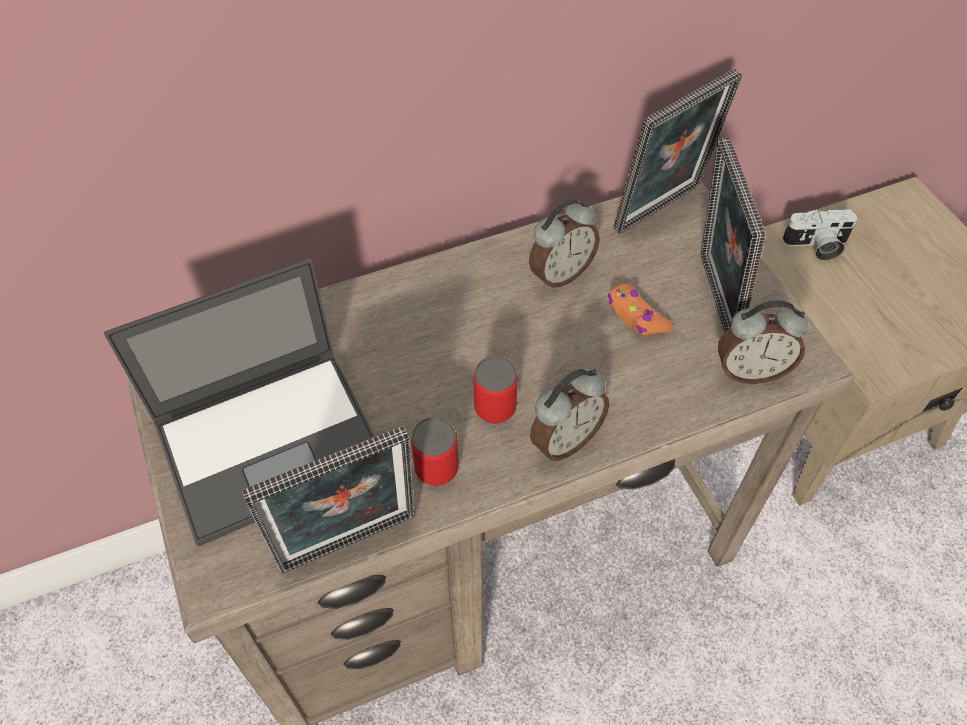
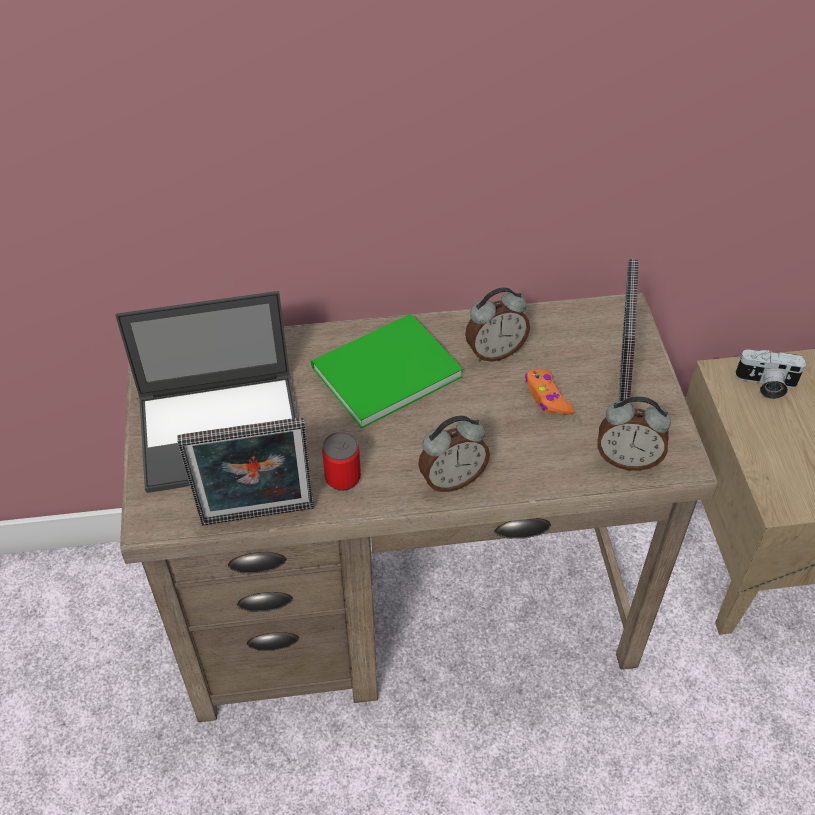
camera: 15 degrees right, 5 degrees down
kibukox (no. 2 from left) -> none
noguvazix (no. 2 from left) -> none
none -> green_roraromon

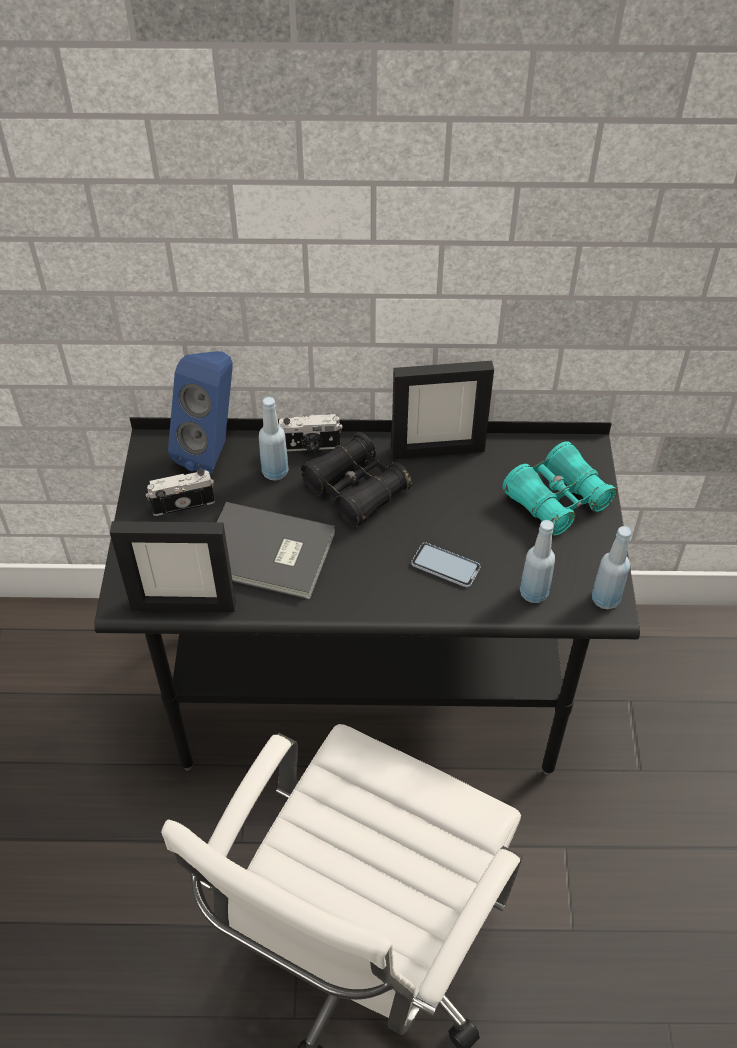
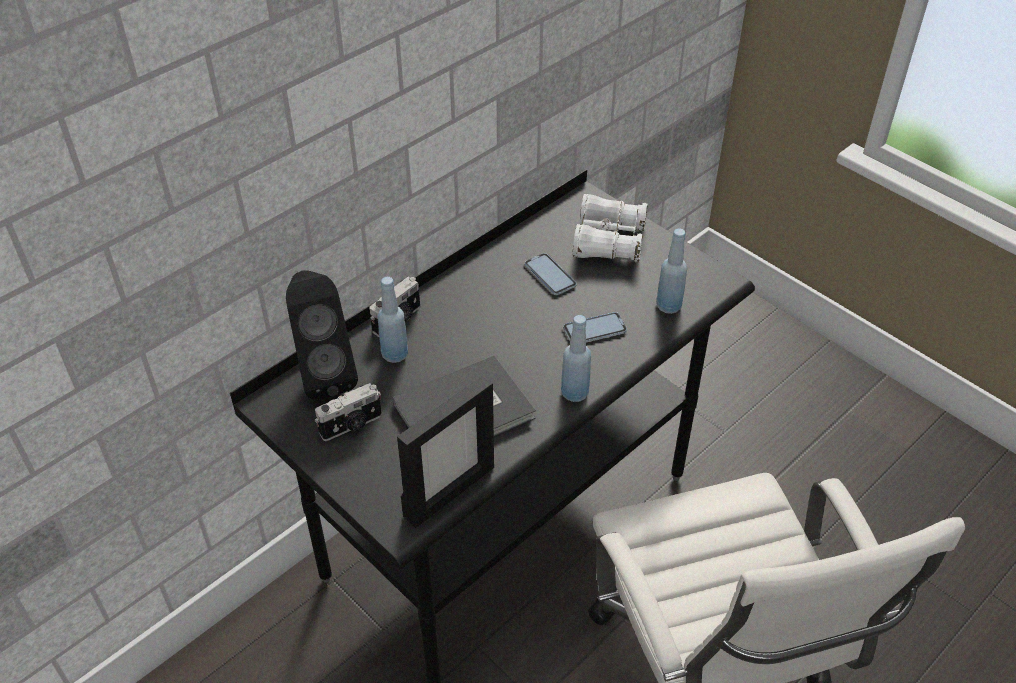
camera: 45 degrees left, 5 degrees down
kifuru (no. 1 from left), 150 degrees counterclockwise
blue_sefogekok -> black_sefogekok
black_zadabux -> none
noguvazix (no. 2 from left) -> none
turquoise_zadabux -> white_zadabux
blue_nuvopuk (no. 3 from left in the first image) -> blue_nuvopuk (no. 2 from left), relocated
none -> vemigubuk (no. 1 from left)

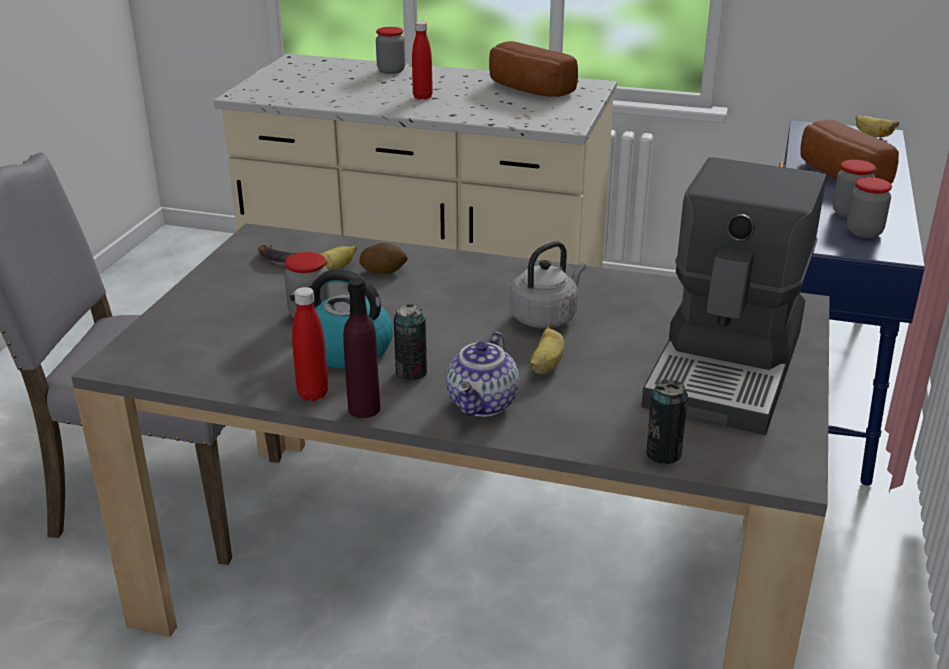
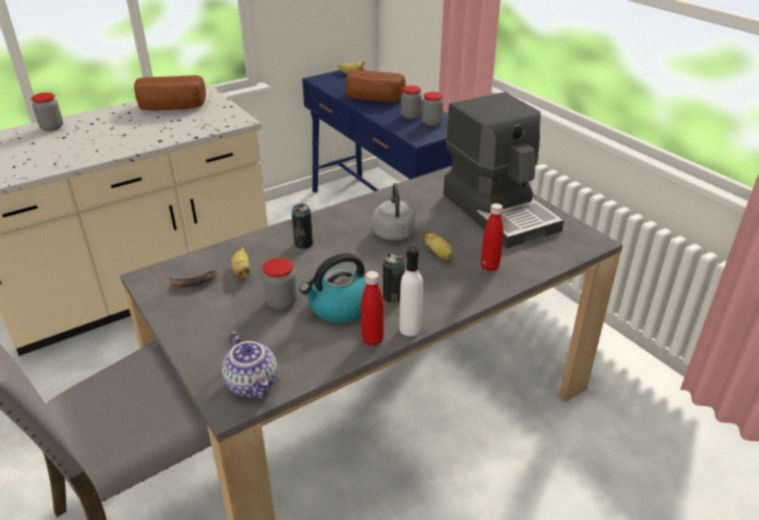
camera: 50 degrees left, 5 degrees up
purple_nuvopuk -> white_nuvopuk
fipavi -> none
red_nuvopuk (no. 2 from left), relocated
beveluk, relocated
kibukox (no. 2 from left in the first image) -> kibukox (no. 1 from left), relocated

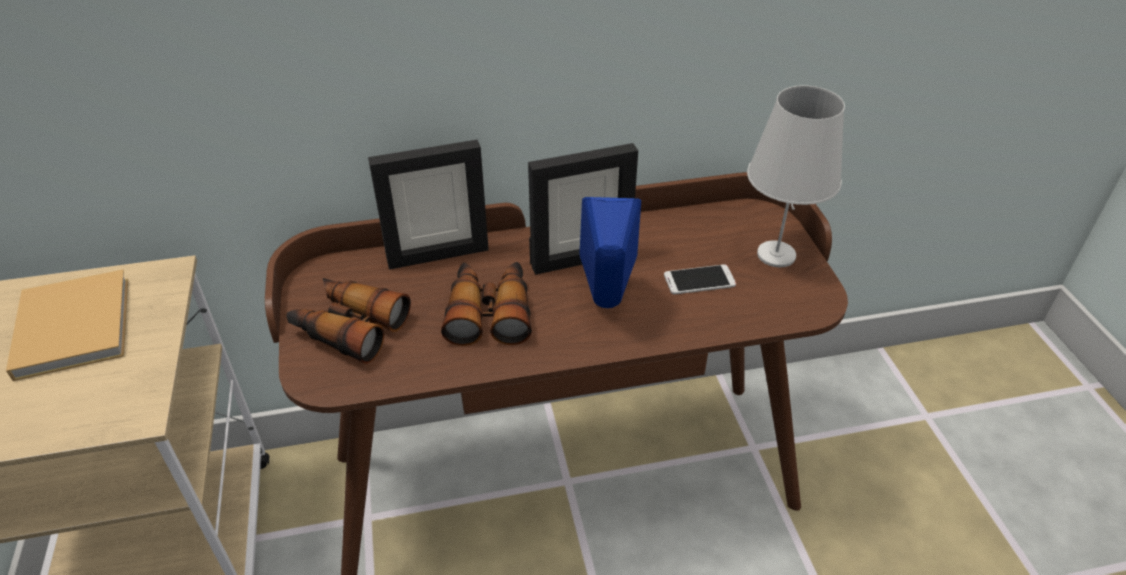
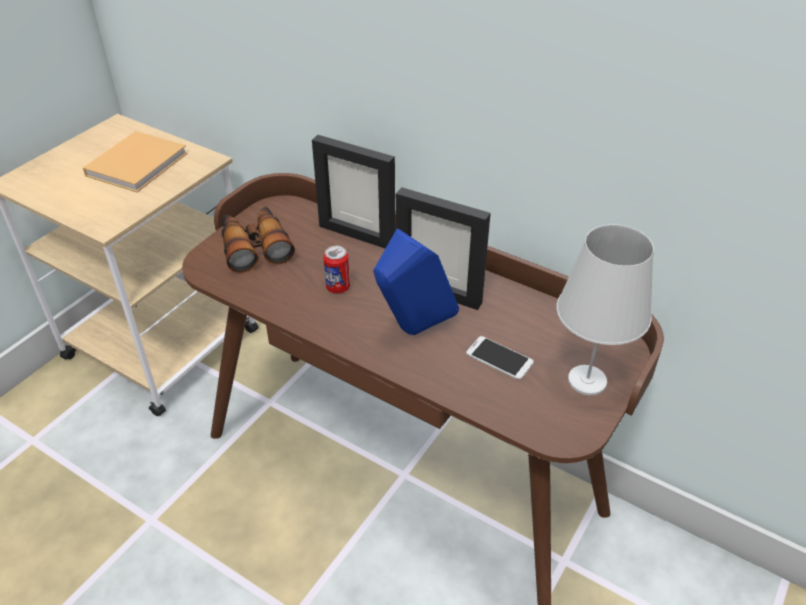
camera: 45 degrees right, 0 degrees up
zadabux (no. 2 from left) -> kibukox

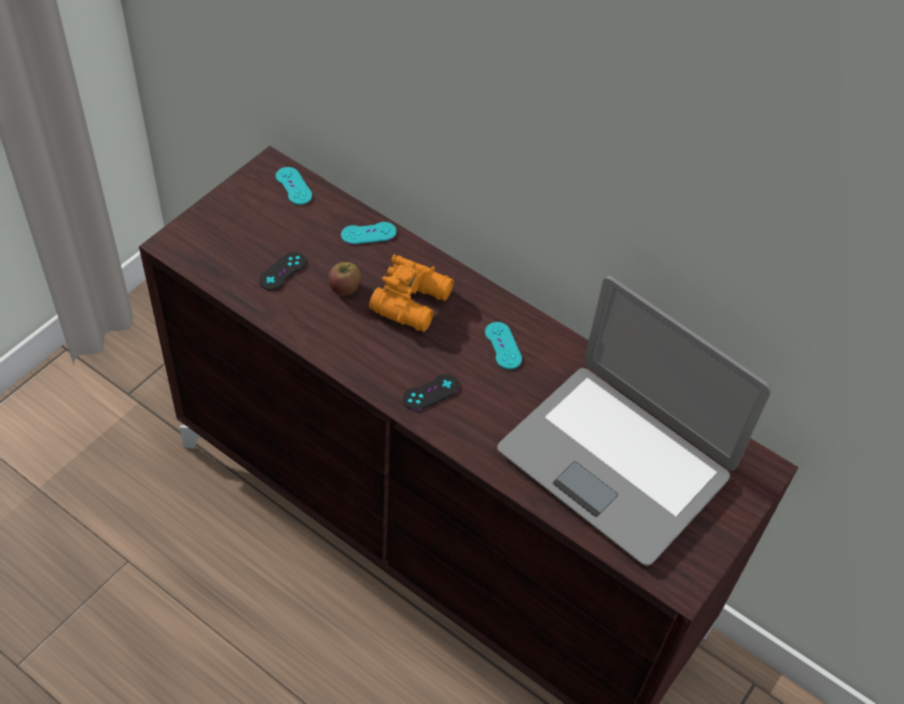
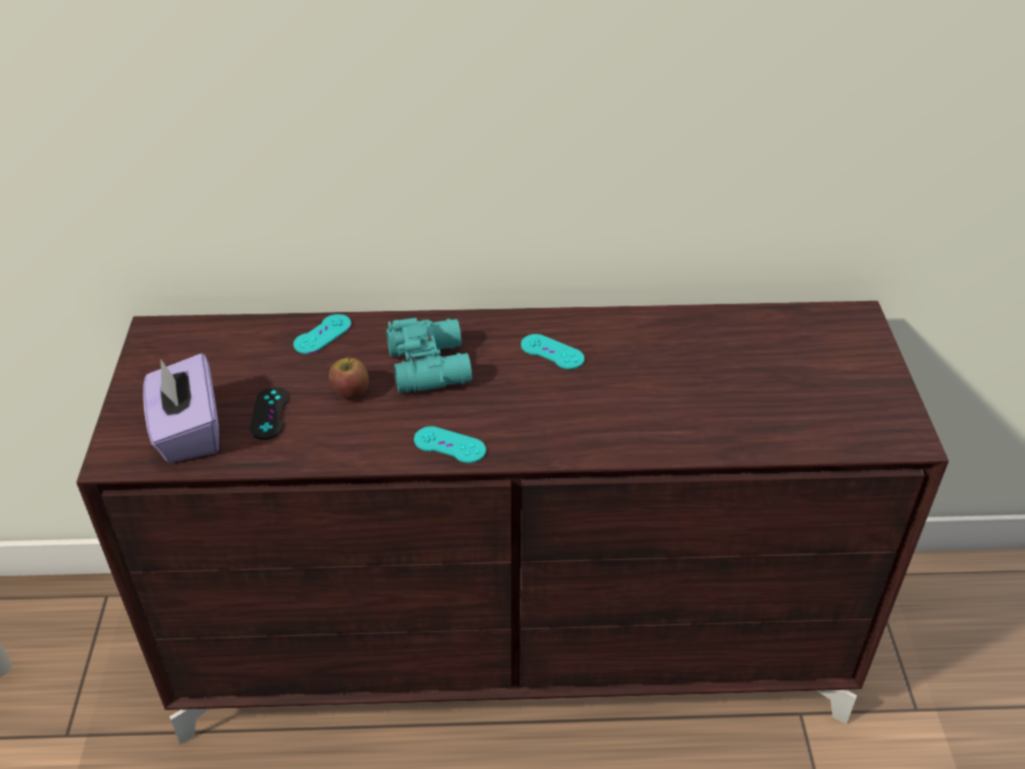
camera: 35 degrees left, 10 degrees down
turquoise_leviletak (no. 1 from left in the first image) -> turquoise_leviletak (no. 2 from left), relocated
orange_zadabux -> turquoise_zadabux
black_leviletak (no. 2 from left) -> none
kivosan -> none
none -> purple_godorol

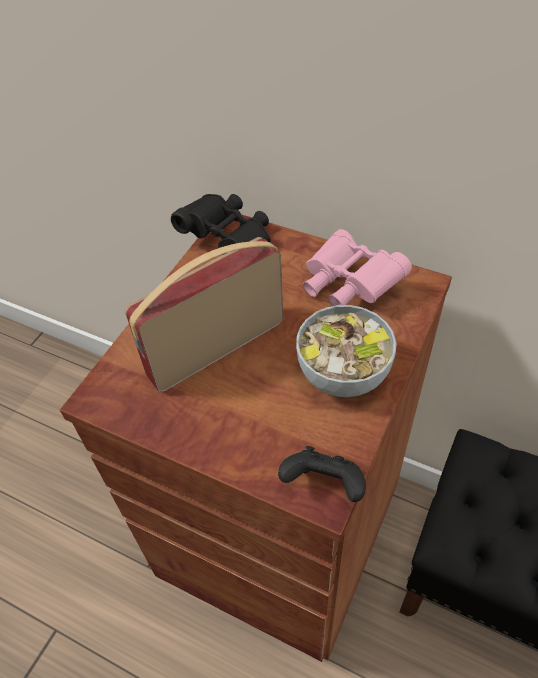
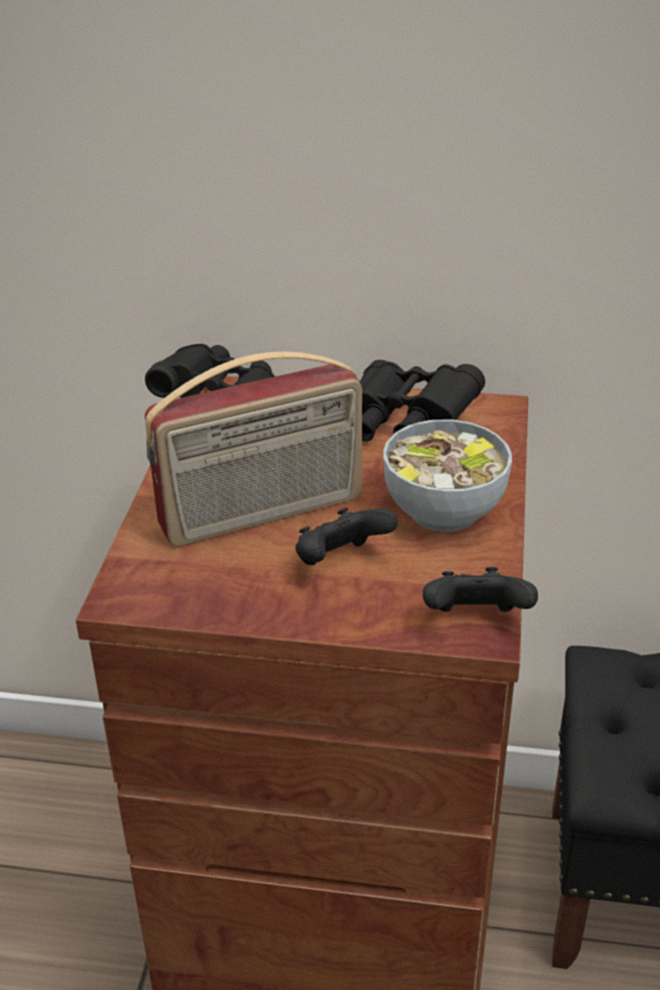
camera: 20 degrees left, 15 degrees down
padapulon, 150 degrees counterclockwise
pink_zadabux -> black_zadabux (no. 2 from left)
none -> black_leviletak (no. 1 from left)

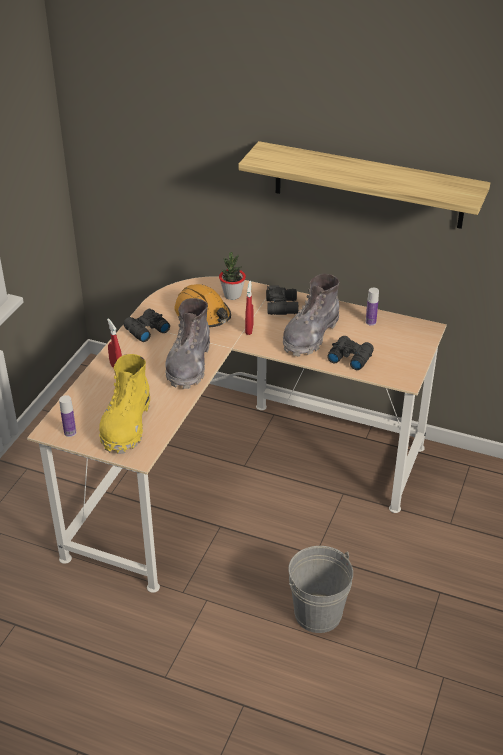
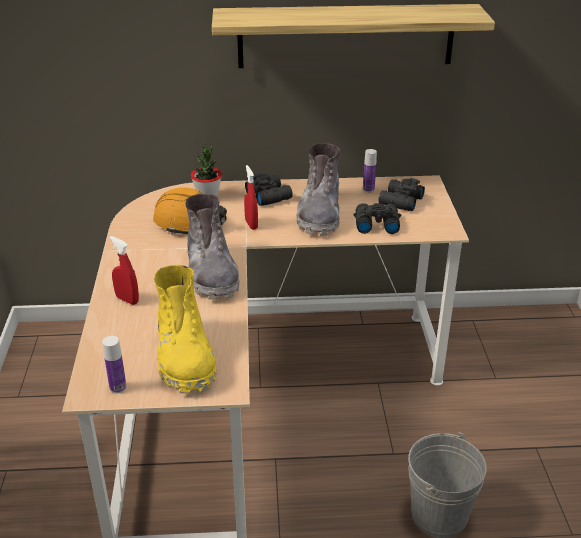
camera: 25 degrees left, 5 degrees down
black_zadabux (no. 1 from left in the first image) -> black_zadabux (no. 3 from left), relocated

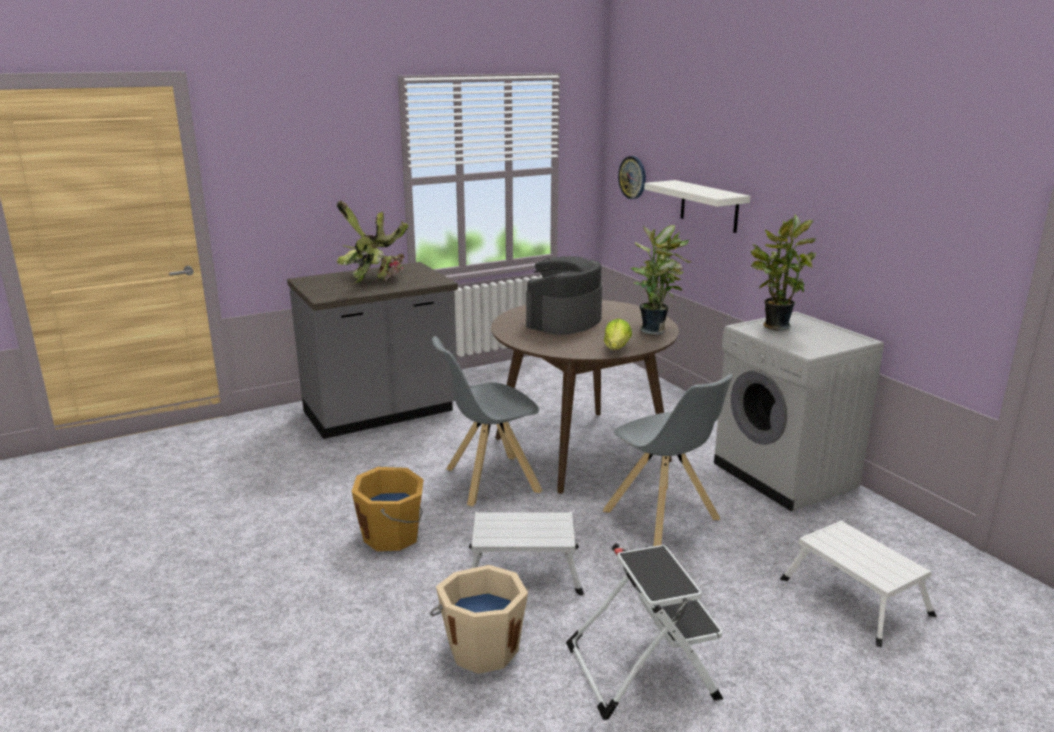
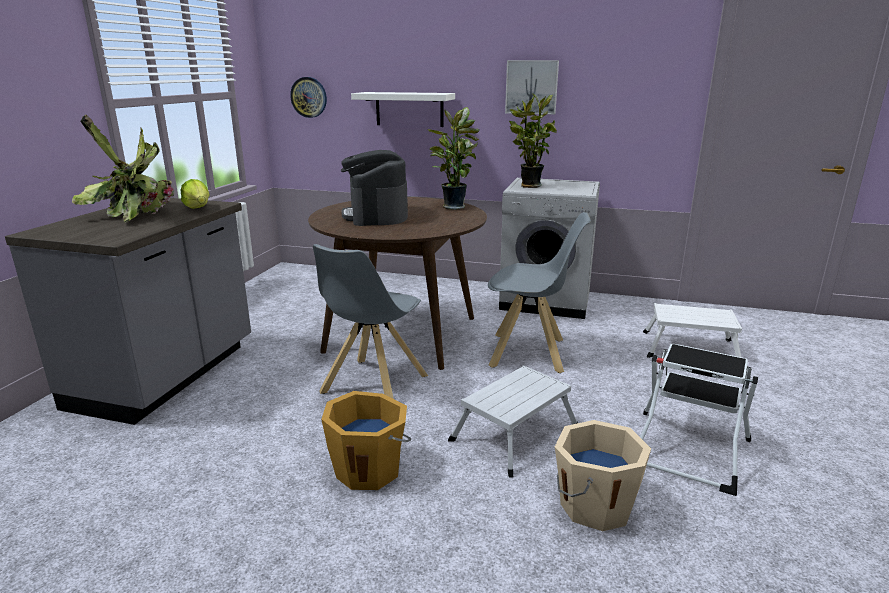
camera: 45 degrees left, 0 degrees up
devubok, relocated
none -> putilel

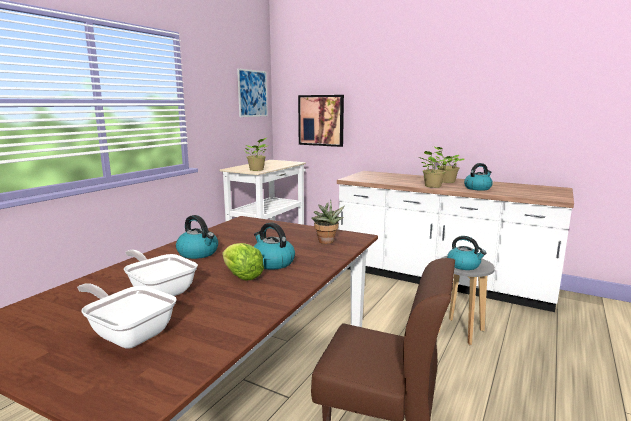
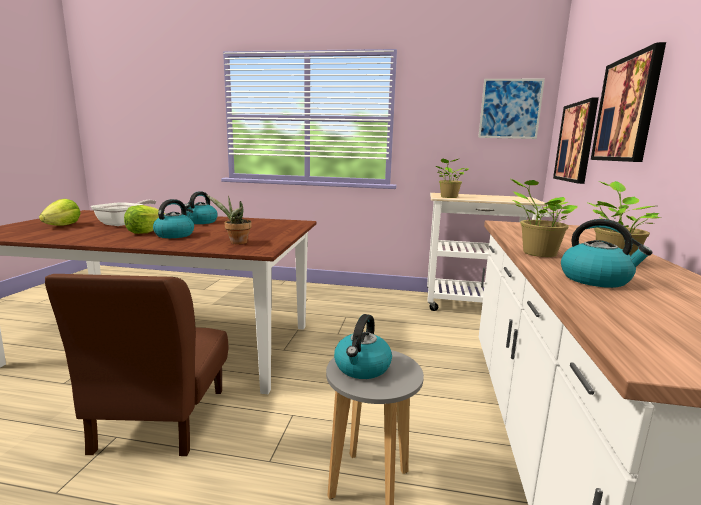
camera: 70 degrees right, 0 degrees up
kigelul (no. 1 from left) -> devubok (no. 1 from left)
none -> putilel (no. 3 from left)

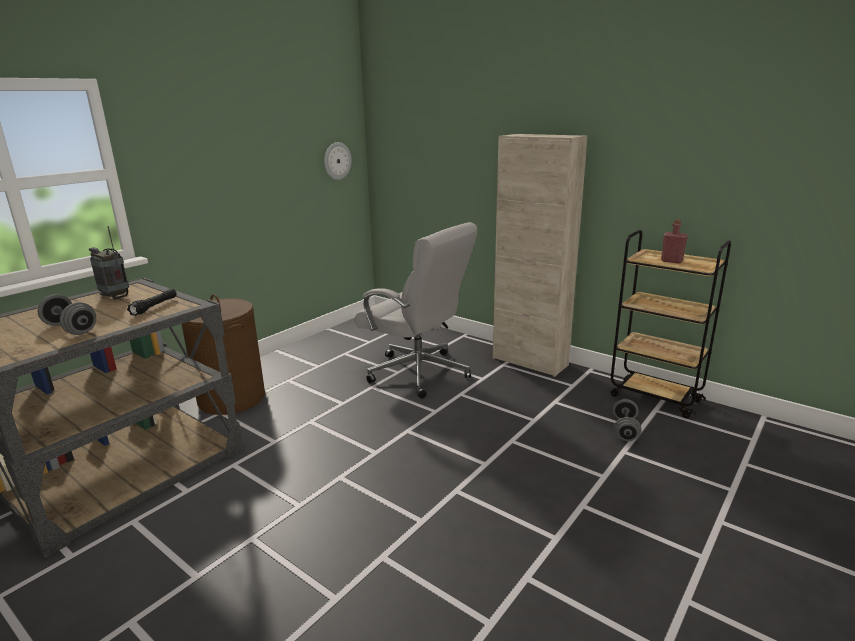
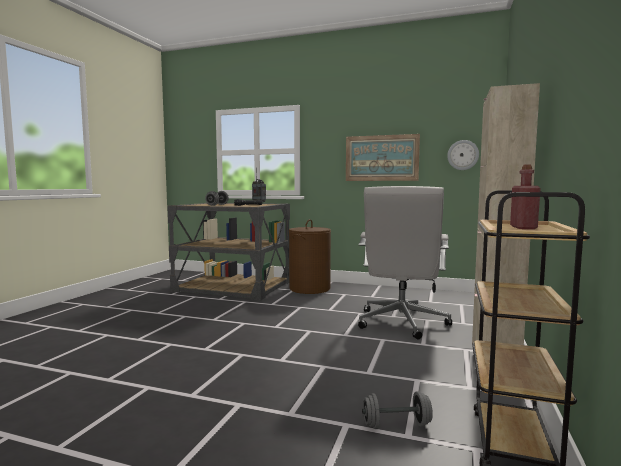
camera: 70 degrees right, 15 degrees down
none -> putilel

